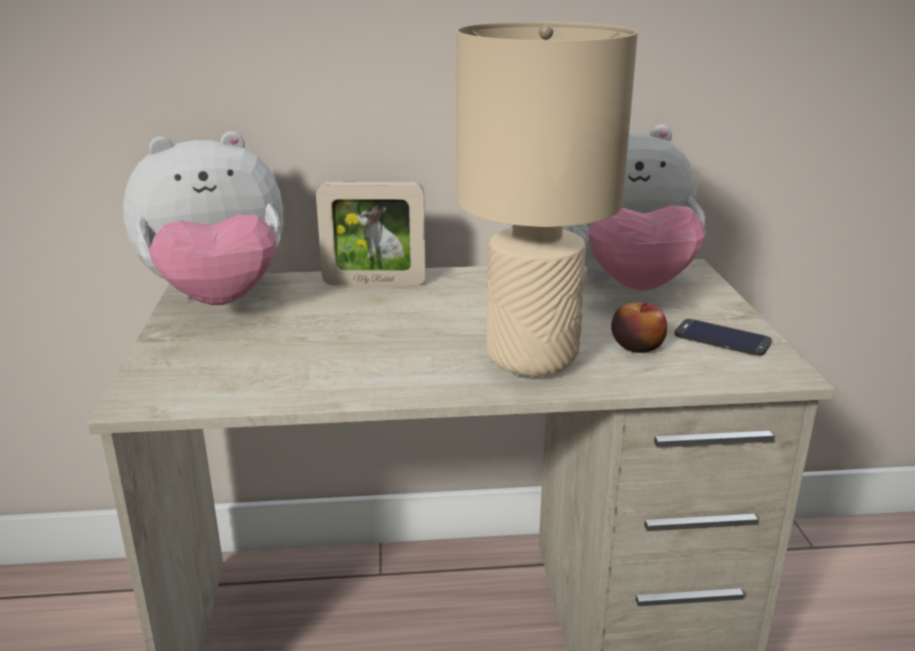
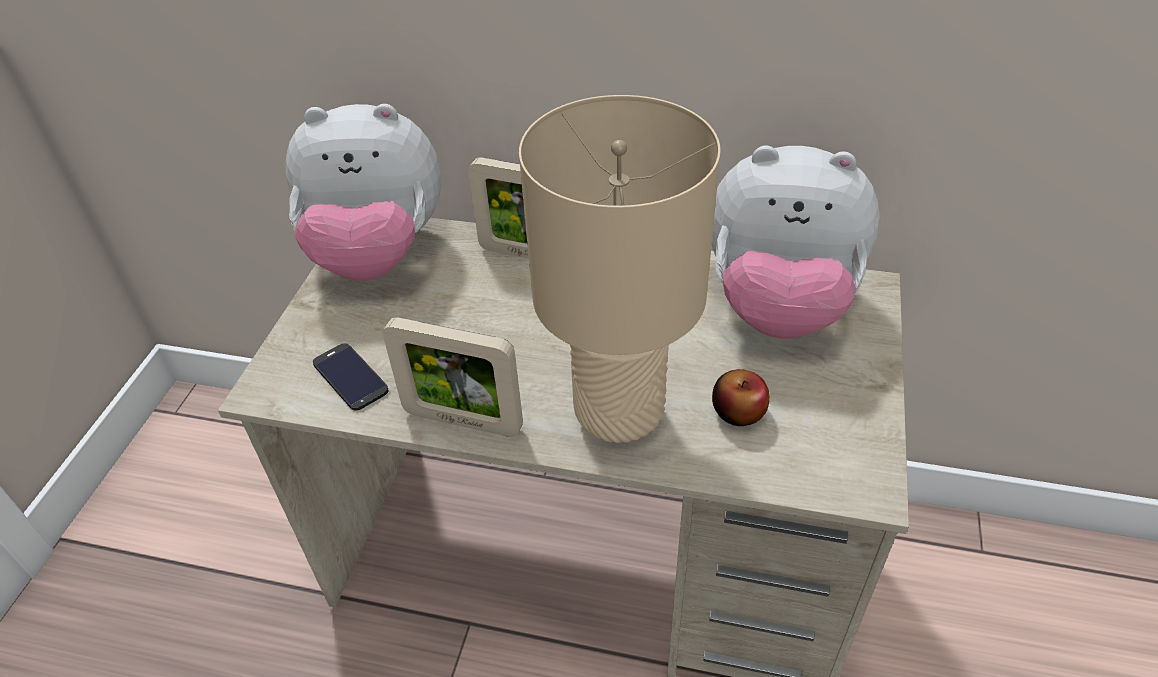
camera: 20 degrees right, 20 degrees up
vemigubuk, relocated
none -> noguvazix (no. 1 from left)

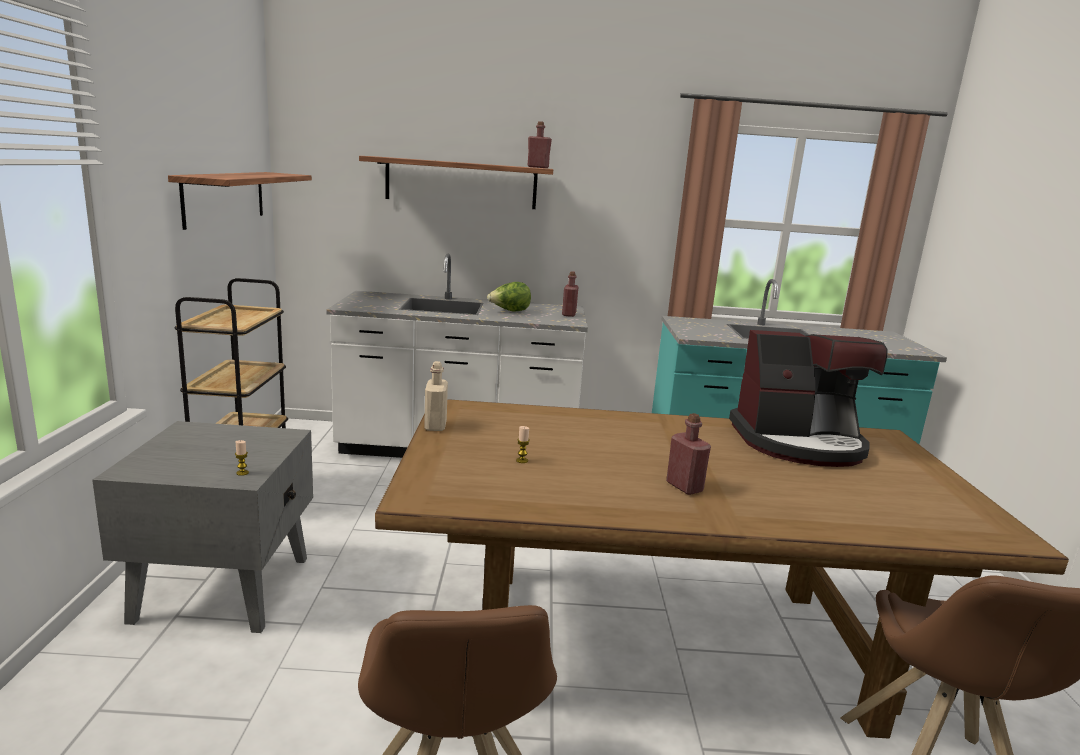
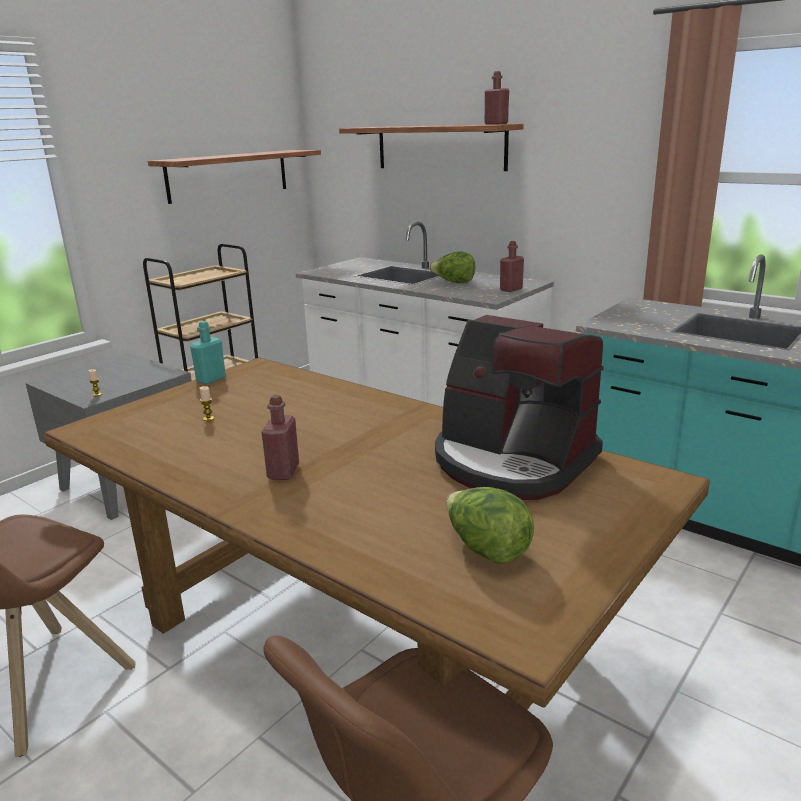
camera: 40 degrees right, 5 degrees up
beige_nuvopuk -> turquoise_nuvopuk
none -> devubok (no. 2 from left)

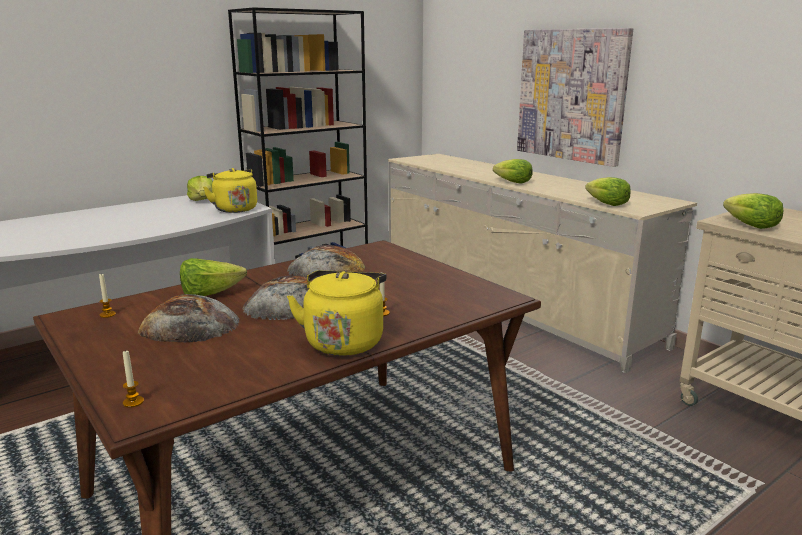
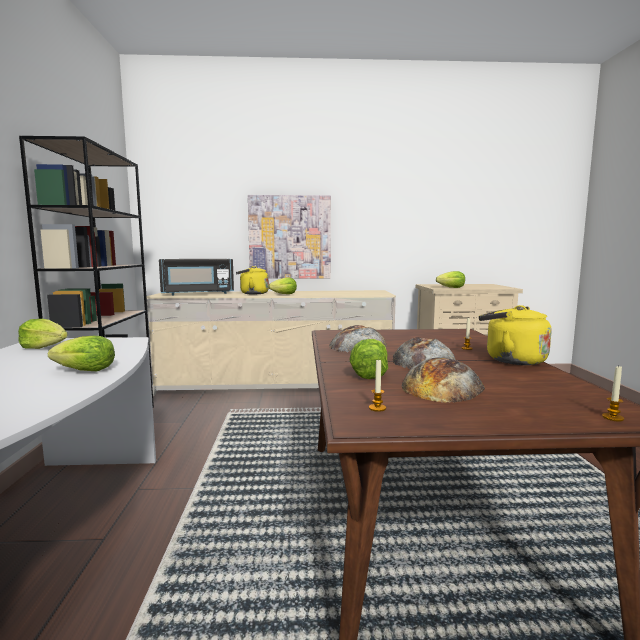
camera: 55 degrees left, 10 degrees down
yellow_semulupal (no. 1 from left), relocated
devubok (no. 4 from left in the first image) -> devubok (no. 2 from left), relocated
none -> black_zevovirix

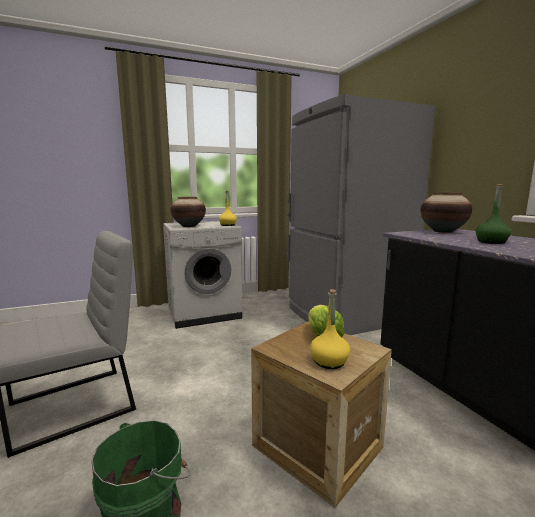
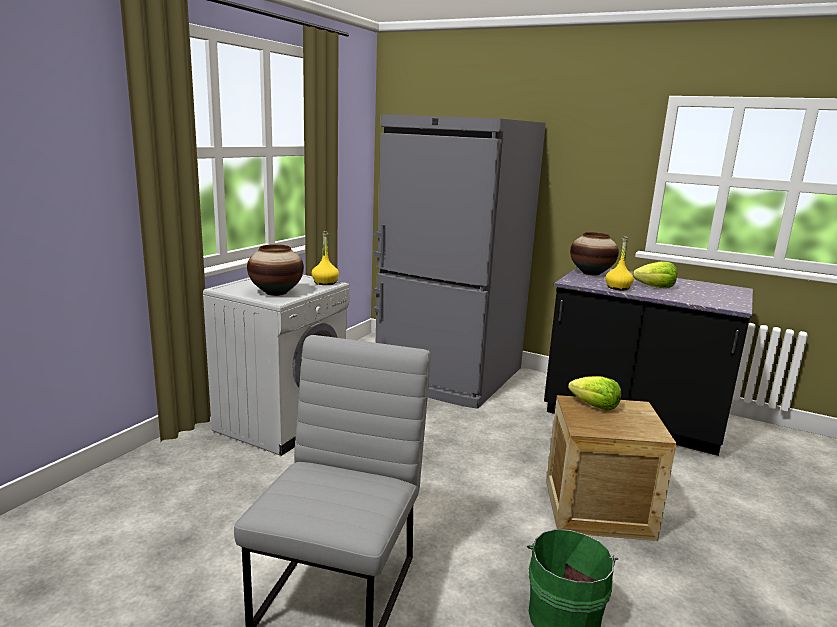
camera: 40 degrees left, 5 degrees up
yellow_nuvopuk (no. 2 from left), relocated
green_nuvopuk -> devubok (no. 2 from left)

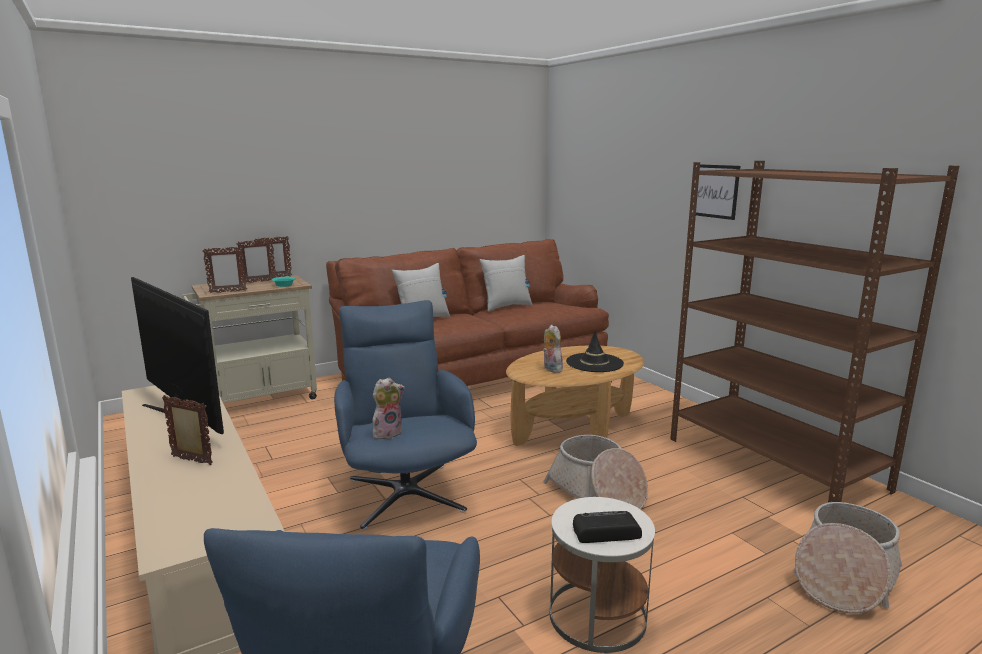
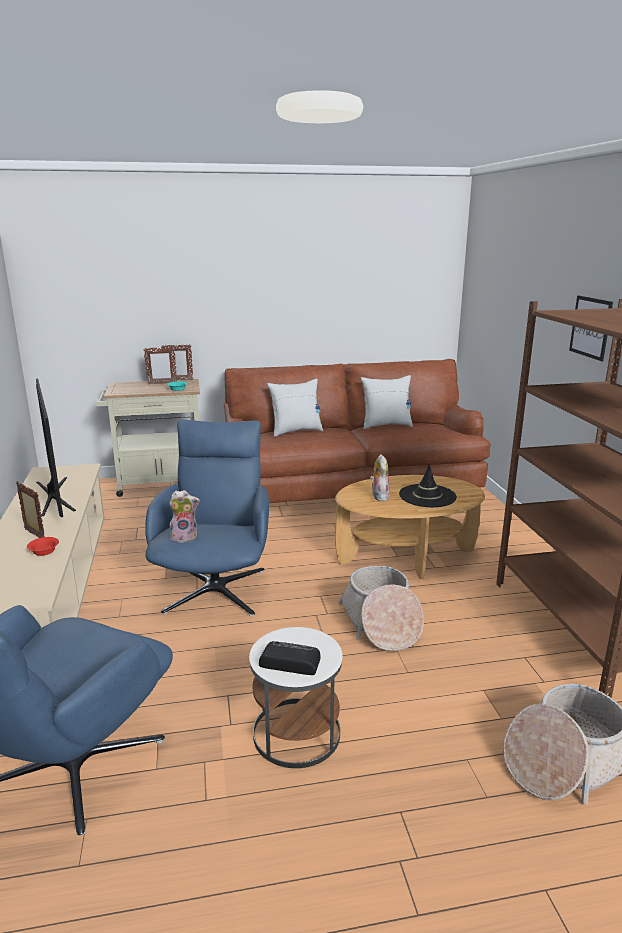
camera: 20 degrees right, 5 degrees up
noguvazix (no. 2 from left) -> none
none -> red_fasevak

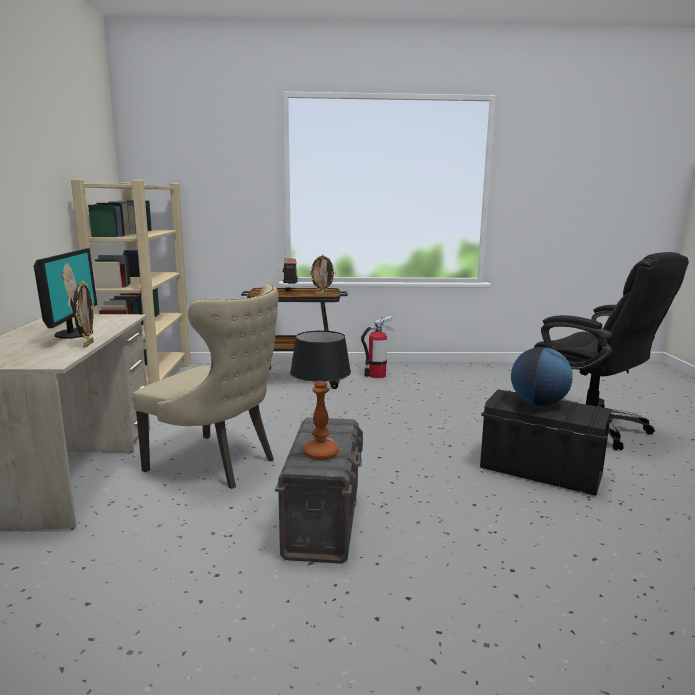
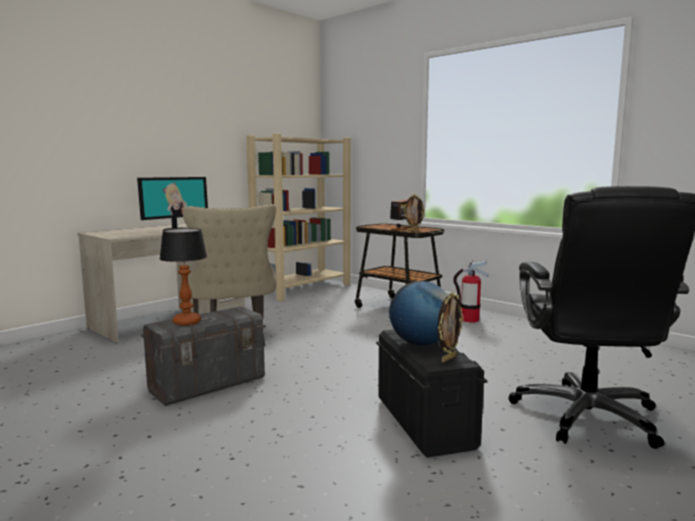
camera: 45 degrees right, 5 degrees down
noguvazix (no. 1 from left in the first image) -> noguvazix (no. 2 from left), relocated

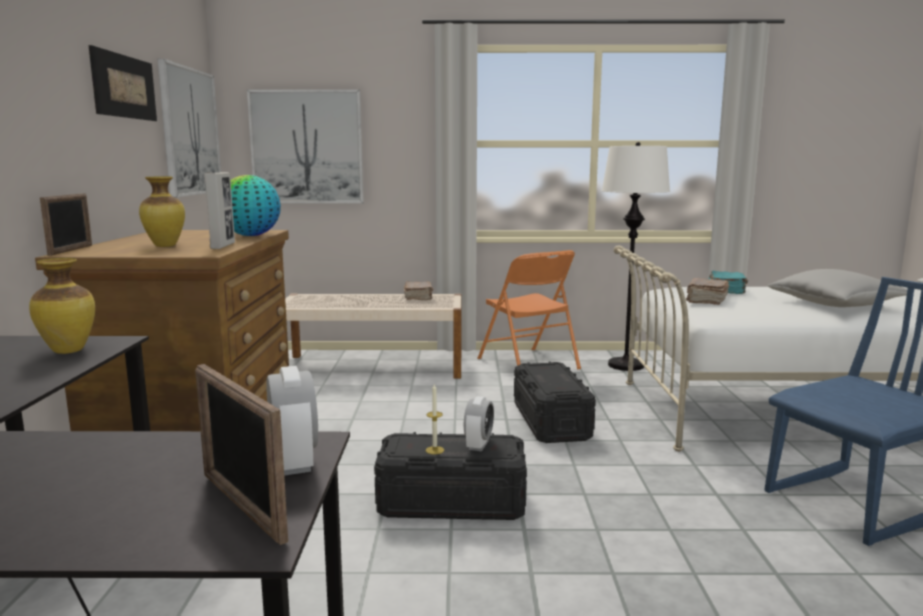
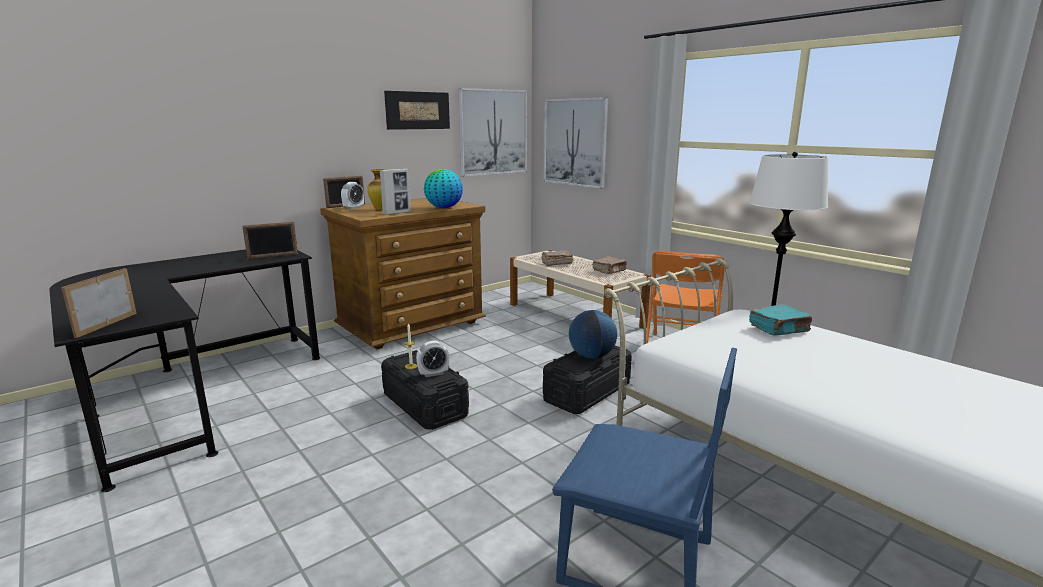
camera: 50 degrees right, 5 degrees up
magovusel (no. 1 from left) -> noguvazix (no. 2 from left)
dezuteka (no. 1 from left), relocated
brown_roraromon (no. 2 from left in the first image) -> brown_roraromon (no. 1 from left), relocated
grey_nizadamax -> none
none -> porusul (no. 2 from left)

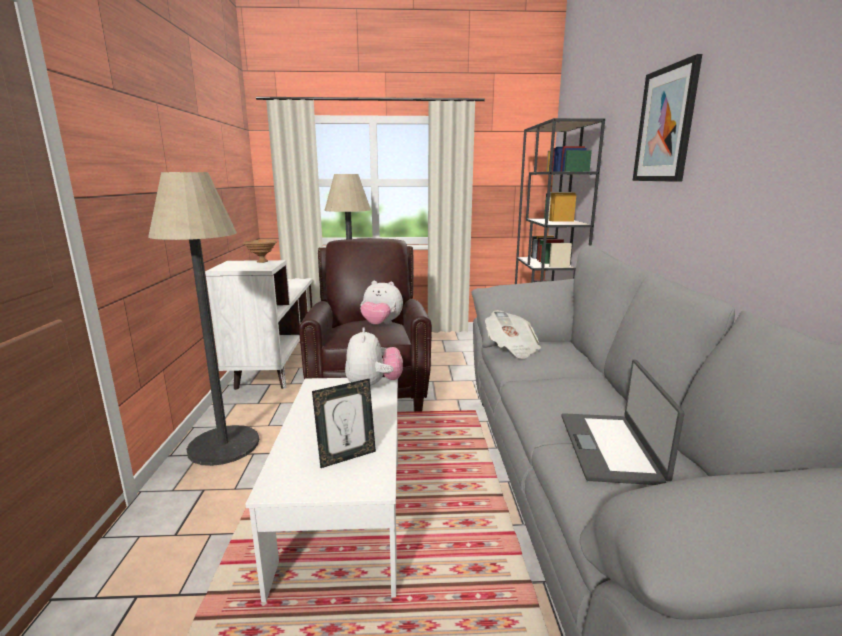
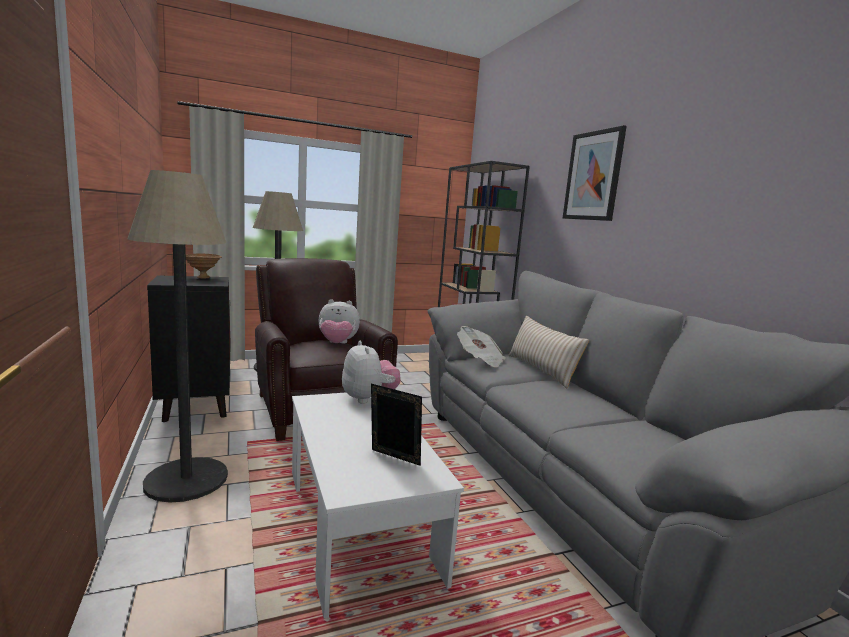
camera: 20 degrees left, 5 degrees down
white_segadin -> black_segadin
noguvazix, 105 degrees counterclockwise
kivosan -> none
none -> beige_nizadamax

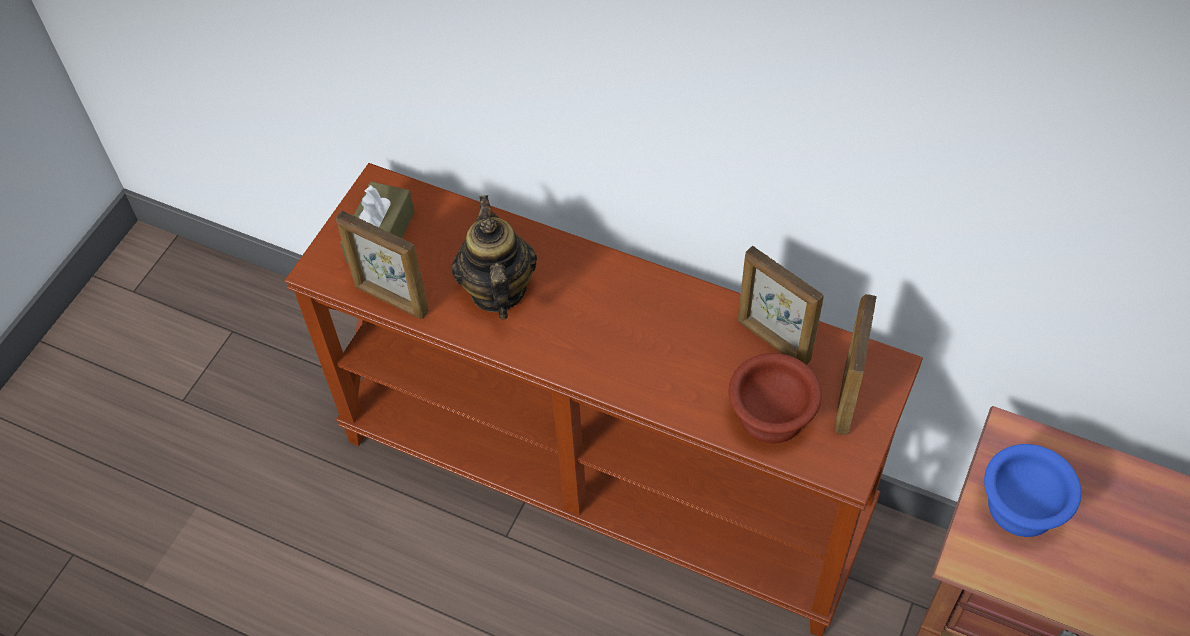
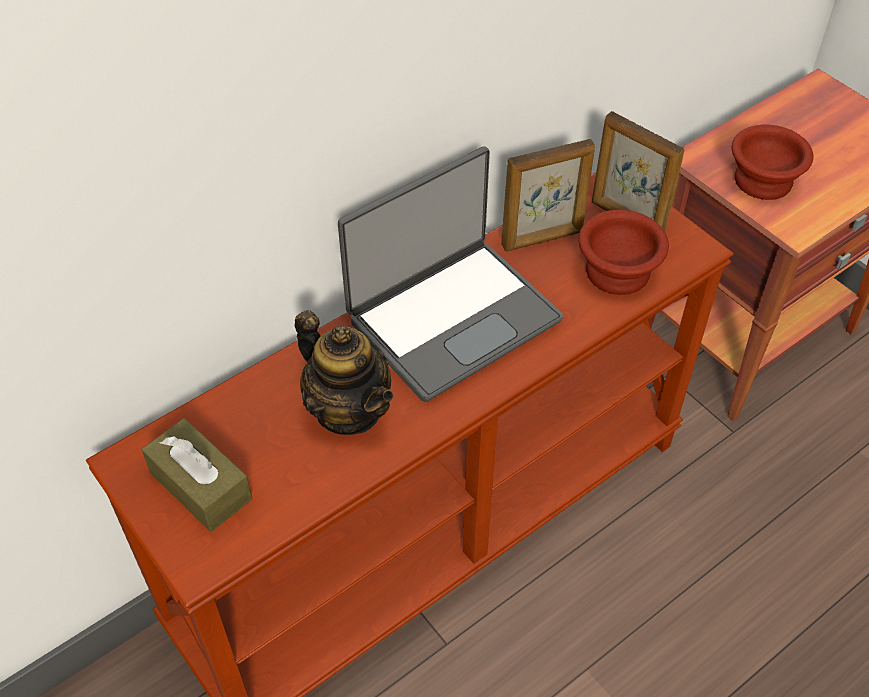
camera: 65 degrees left, 5 degrees down
noguvazix (no. 1 from left) -> none
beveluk, 150 degrees counterclockwise
blue_fasevak -> brown_fasevak (no. 2 from left)
none -> kivosan

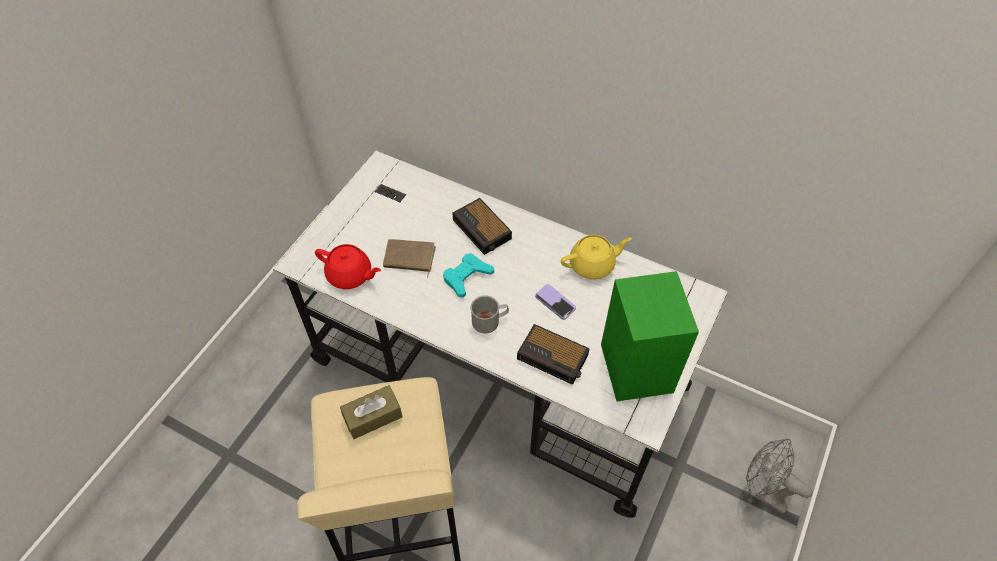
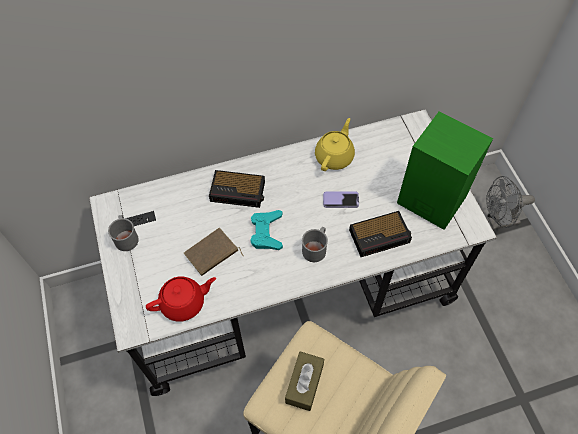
camera: 45 degrees left, 5 degrees up
none -> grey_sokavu (no. 1 from left)

